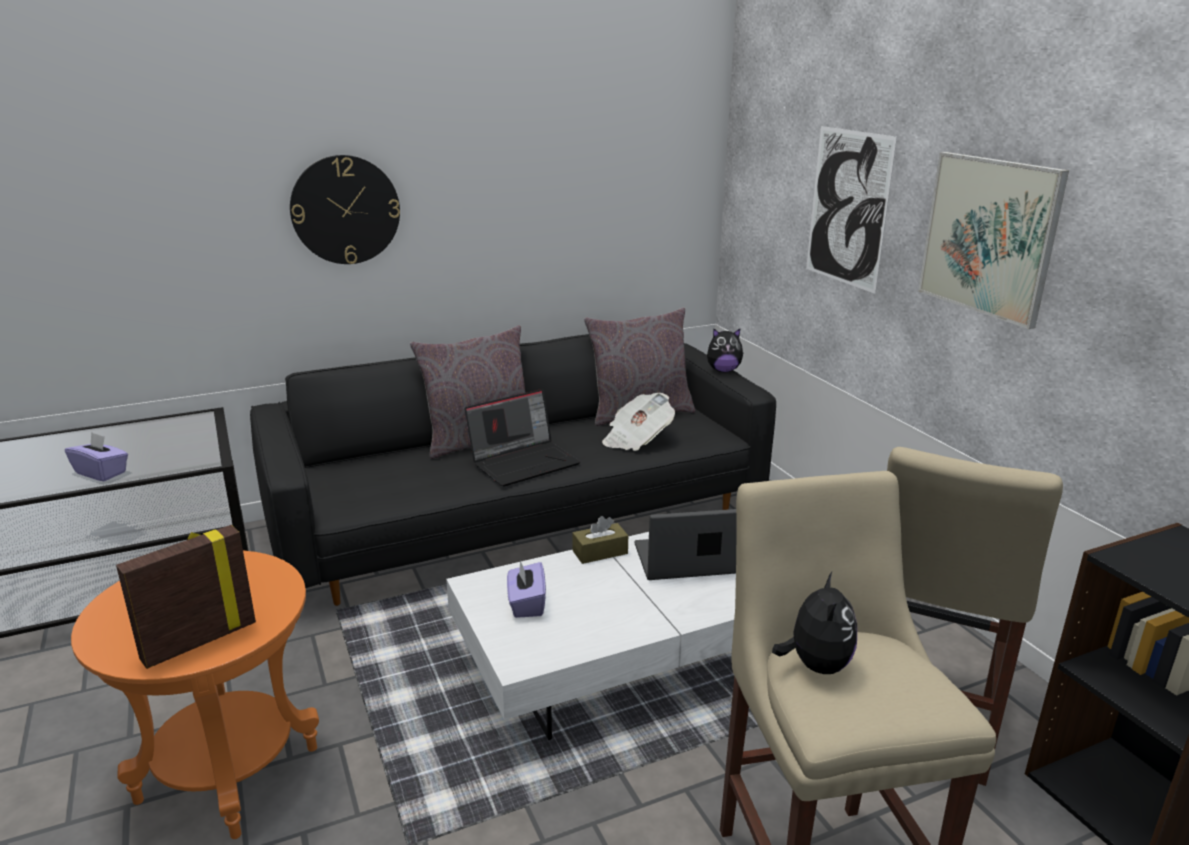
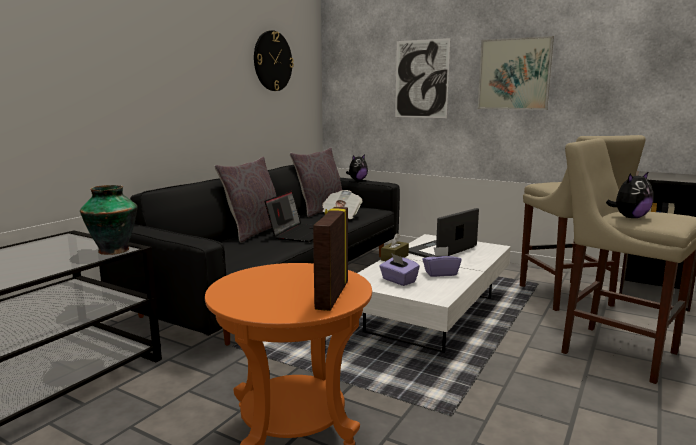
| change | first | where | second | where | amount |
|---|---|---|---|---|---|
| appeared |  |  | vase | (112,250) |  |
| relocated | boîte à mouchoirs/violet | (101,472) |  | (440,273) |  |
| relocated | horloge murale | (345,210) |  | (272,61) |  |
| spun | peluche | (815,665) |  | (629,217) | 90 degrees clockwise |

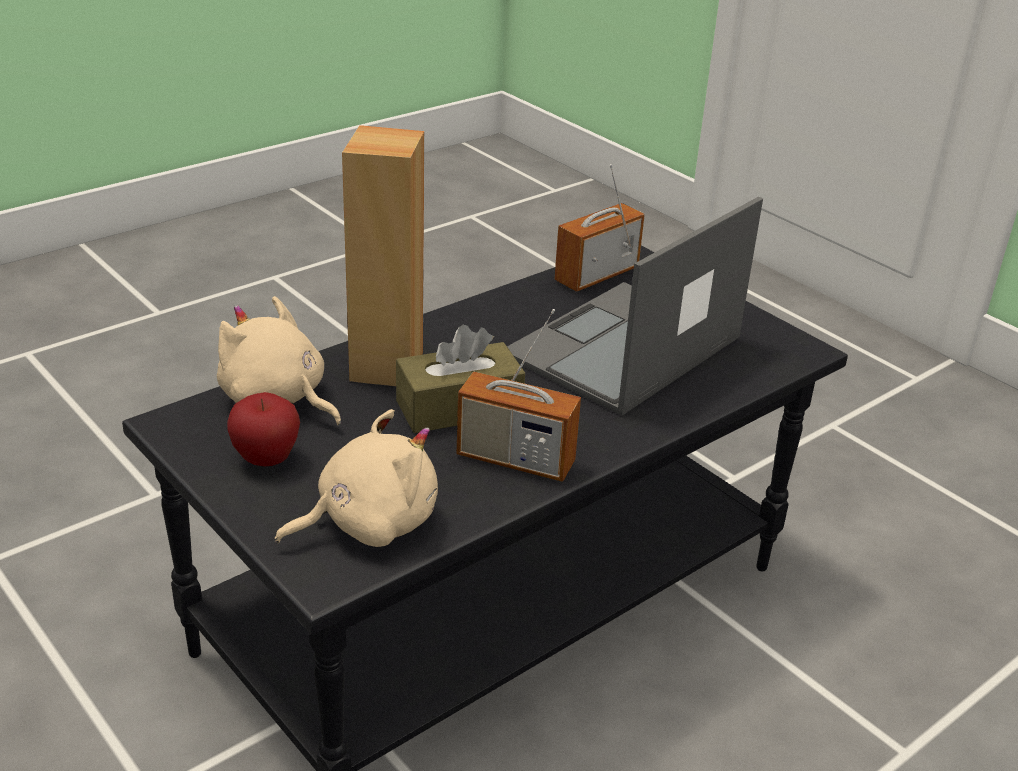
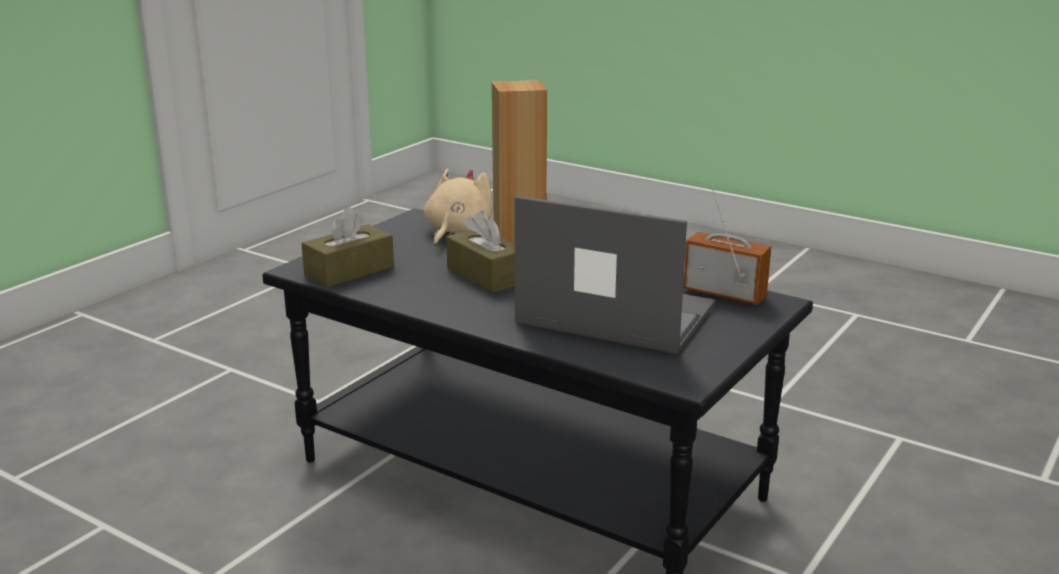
| change | first | where | second | where | amount |
|---|---|---|---|---|---|
| missing | pomme | (266,460) |  |  |  |
| missing | radio | (515,460) |  |  |  |
| exchanged | peluche/beige | (368,523) | boîte à mouchoirs/marron | (349,271) |  |

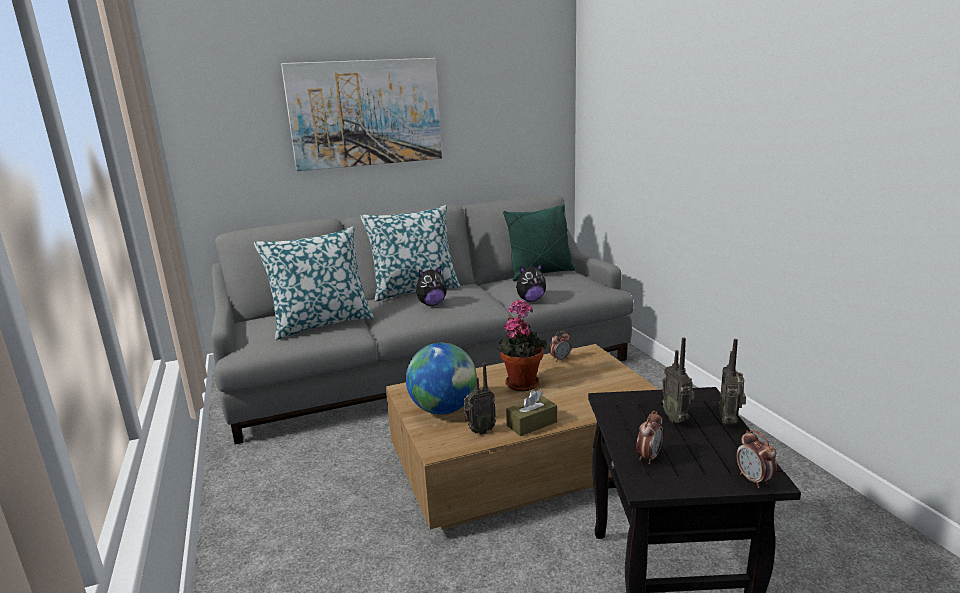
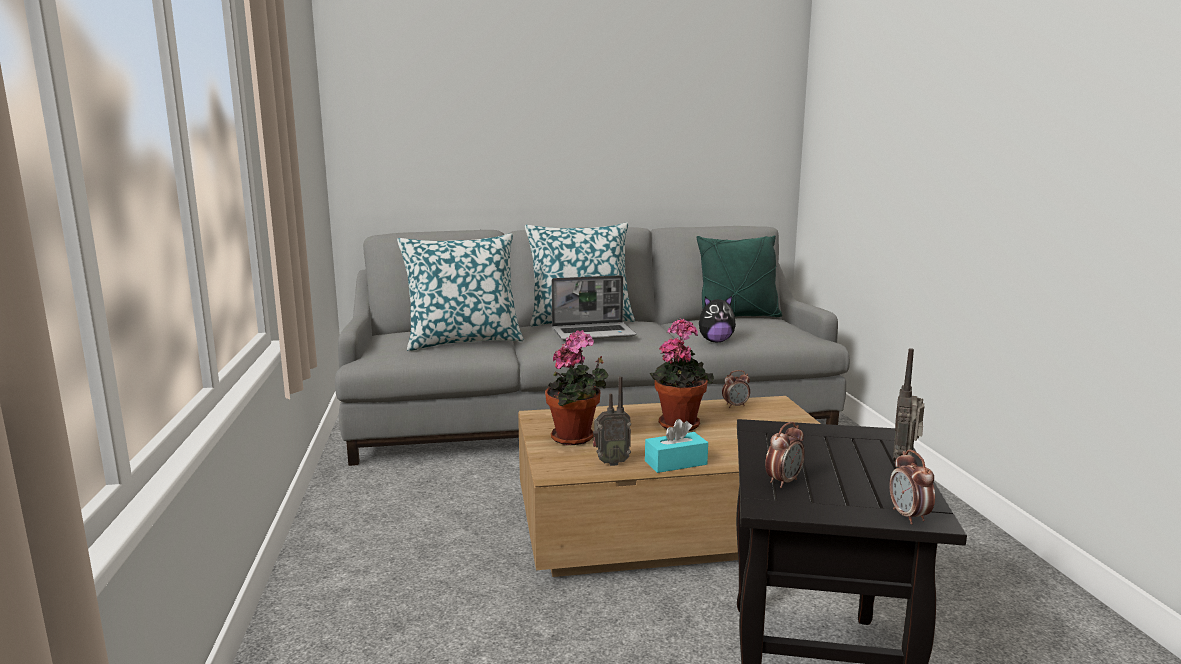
| change | first | where | second | where | amount |
|---|---|---|---|---|---|
| missing | tableau | (365,113) |  |  |  |
| missing | radio | (676,418) |  |  |  |
| exchanged | globe | (443,409) | plante en pot | (576,438) |  |
| exchanged | peluche | (431,304) | ordinateur portable | (594,333) |  |
| colour | boîte à mouchoirs/marron | (531,424) | boîte à mouchoirs/turquoise | (675,463) |  |

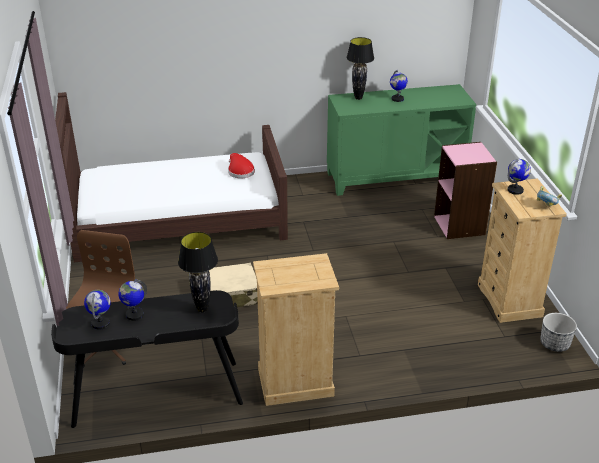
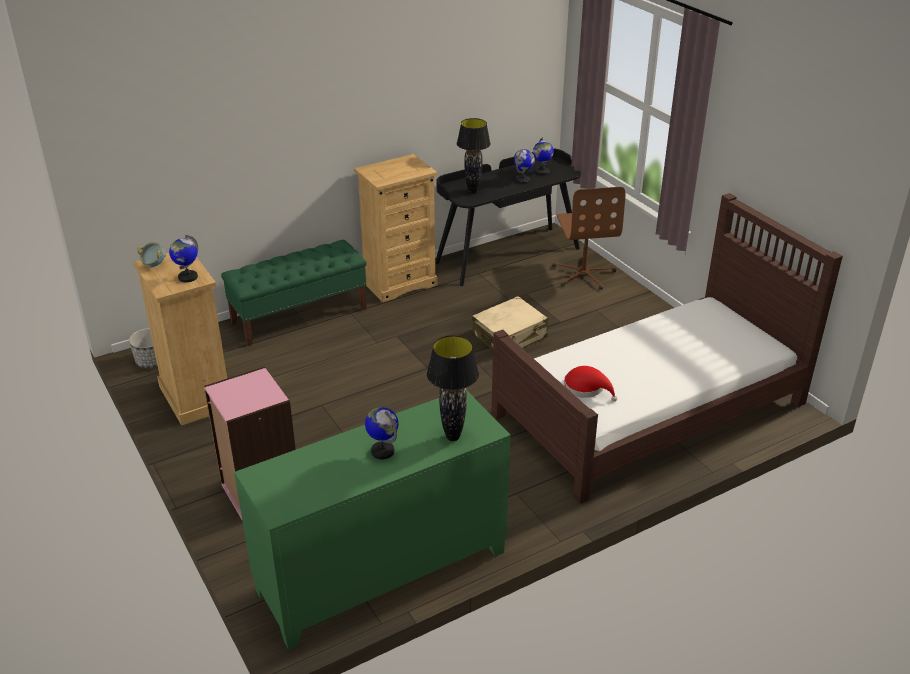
| change | first | where | second | where | amount |
|---|---|---|---|---|---|
| appeared |  |  | banc/vert | (299,316) |  |

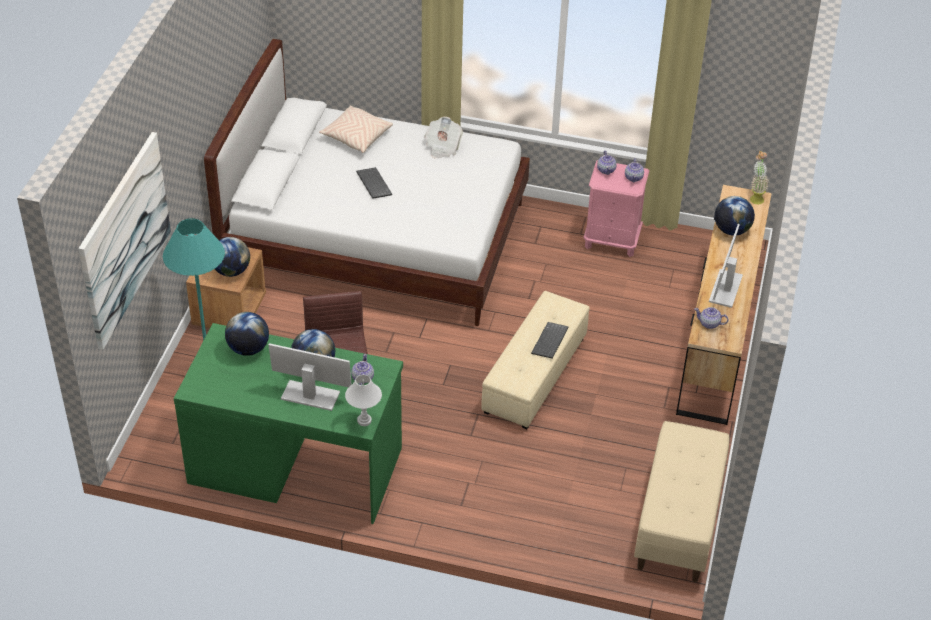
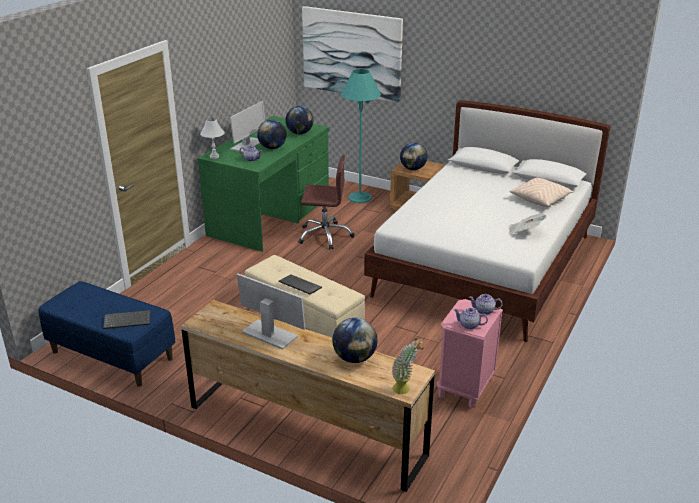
| change | first | where | second | where | amount |
|---|---|---|---|---|---|
| missing | théière | (709,324) |  |  |  |
| relocated | clavier | (373,184) |  | (128,320) |  |
| colour | banc/beige | (678,522) | banc/bleu | (111,355) |  |

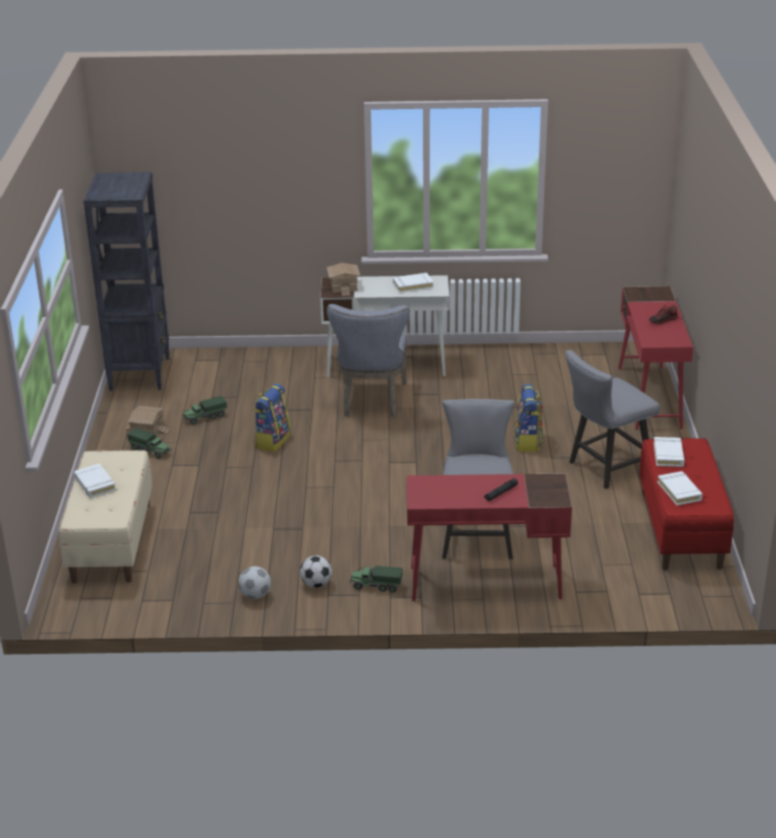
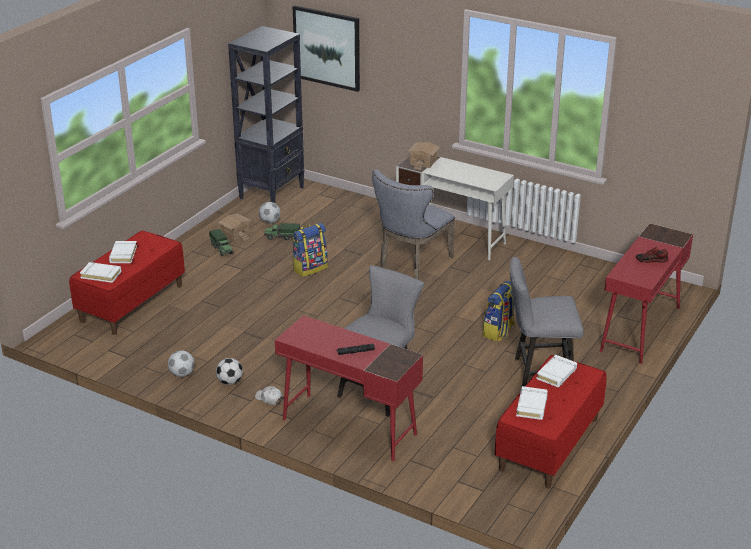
| change | first | where | second | where | amount |
|---|---|---|---|---|---|
| appeared |  |  | ballon de foot | (270,222) |  |
| appeared |  |  | tableau | (327,48) |  |
| relocated | livre/blanc | (412,285) |  | (101,274) |  |
| exchanged | camion jouet | (376,586) | casquette/blanc | (269,398) |  |
| colour | banc/beige | (111,542) | banc/rouge | (131,303) |  |

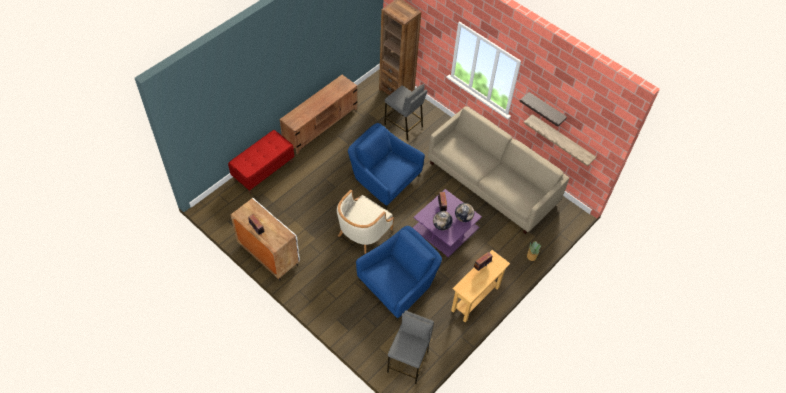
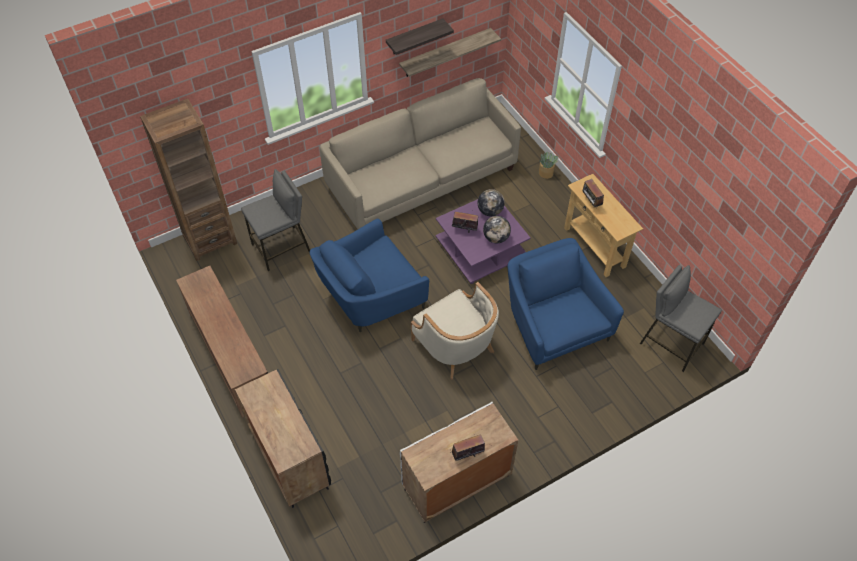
| change | first | where | second | where | amount |
|---|---|---|---|---|---|
| exchanged | banc/rouge | (263,170) | meuble de rangement/noir | (289,458) |  |

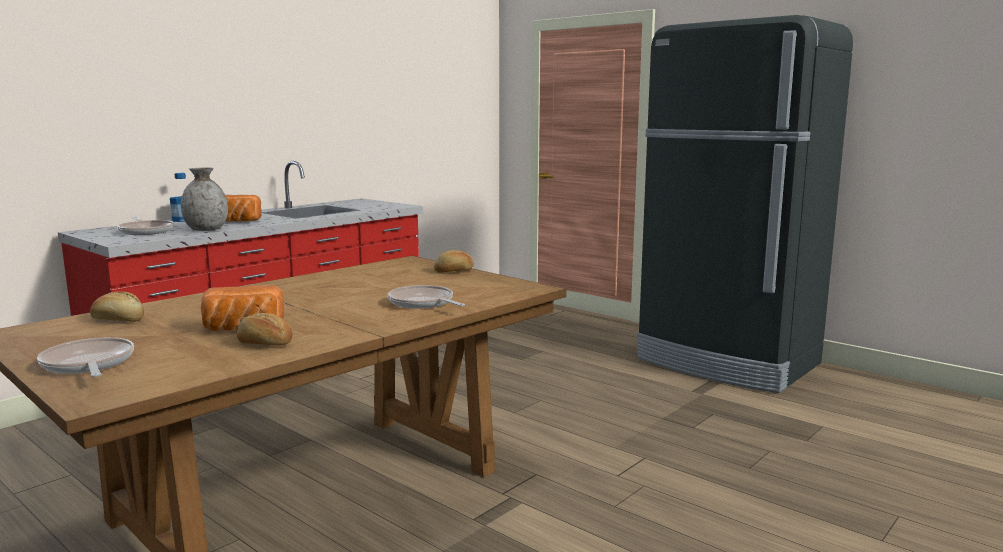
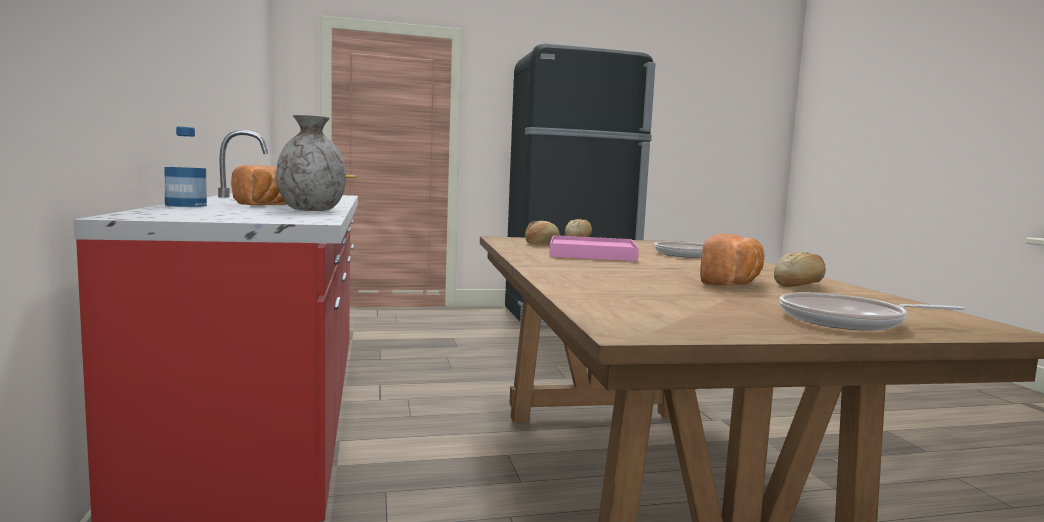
| change | first | where | second | where | amount |
|---|---|---|---|---|---|
| missing | poêle | (146,231) |  |  |  |
| appeared |  |  | plateau/rose | (591,253) |  |
| relocated | pain | (118,320) |  | (541,244) |  |

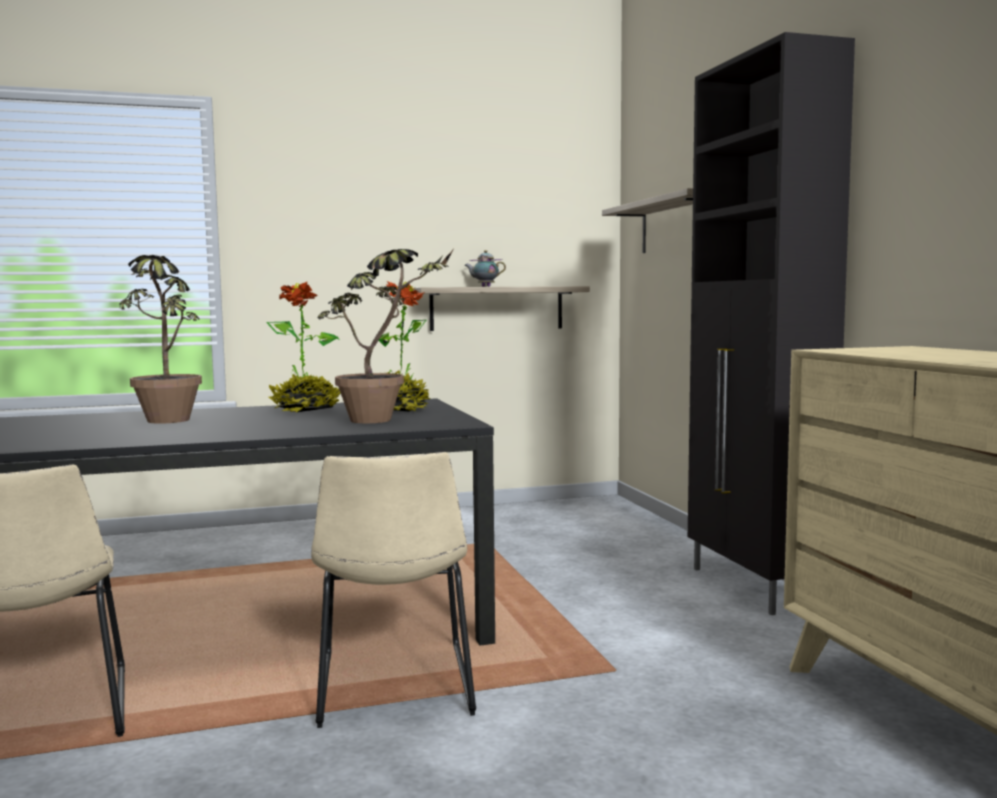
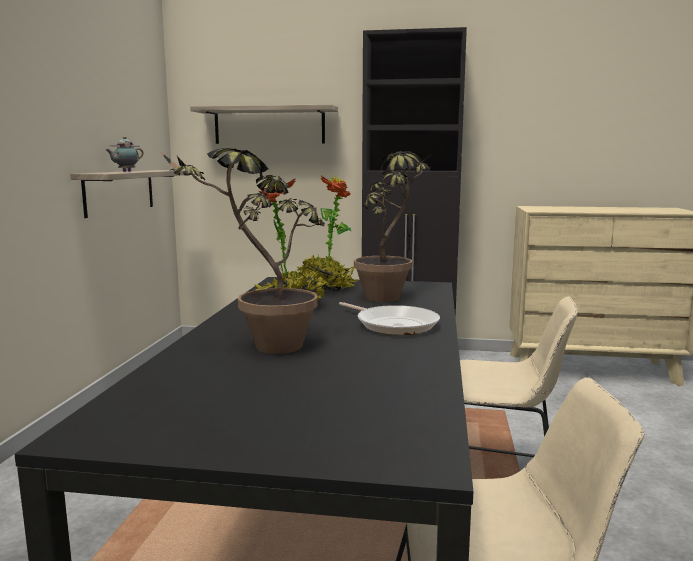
| change | first | where | second | where | amount |
|---|---|---|---|---|---|
| appeared |  |  | poêle | (394,325) |  |

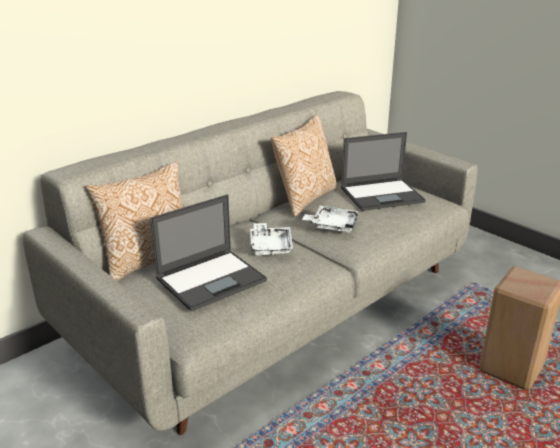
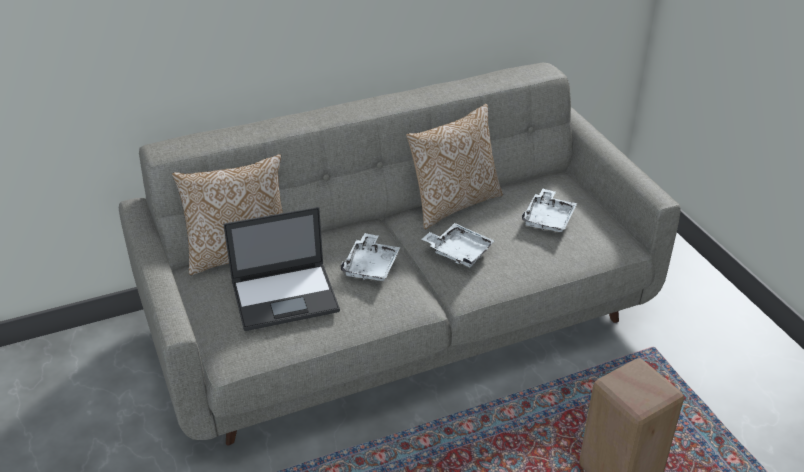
| change | first | where | second | where | amount |
|---|---|---|---|---|---|
| exchanged | ordinateur portable | (382,195) | plateau/blanc | (548,219) |  |

